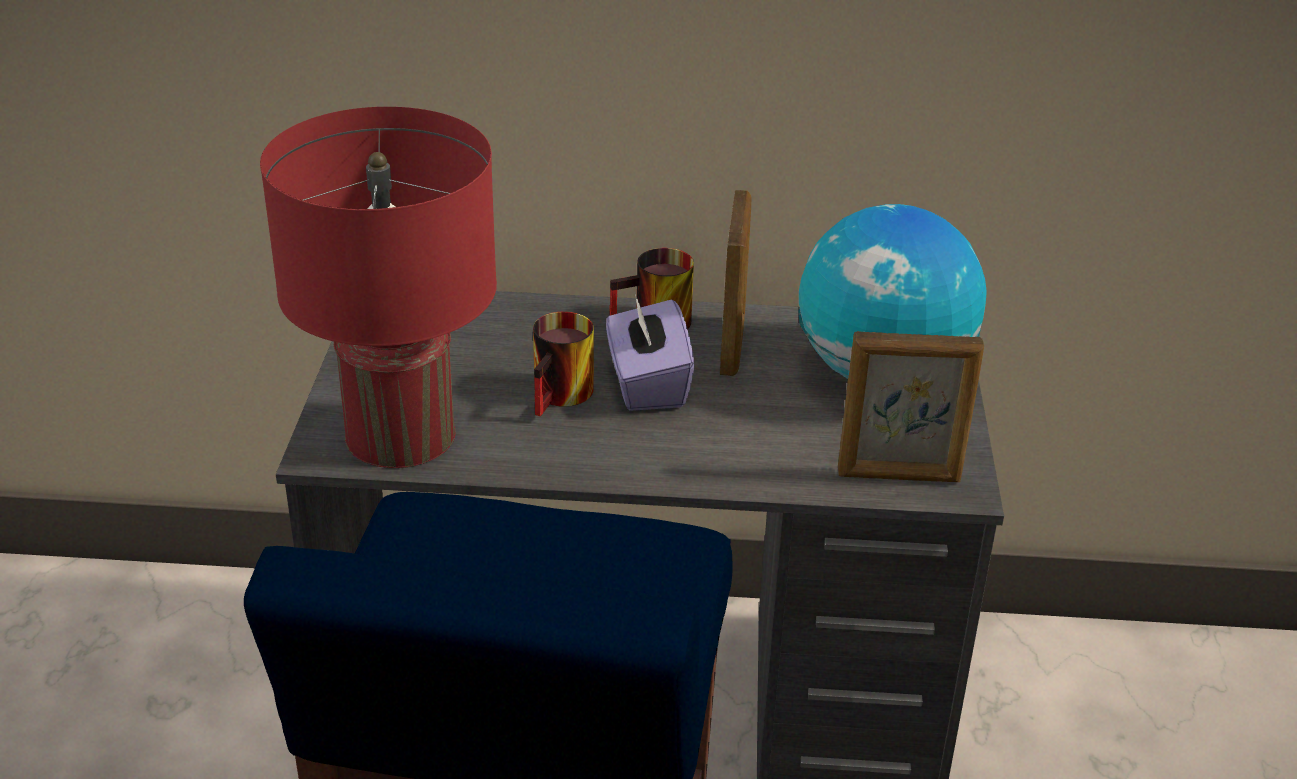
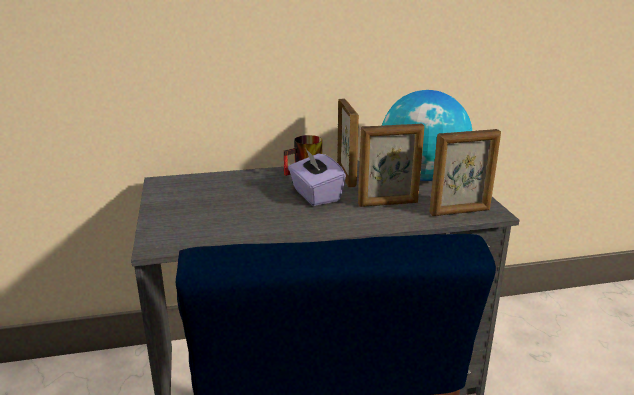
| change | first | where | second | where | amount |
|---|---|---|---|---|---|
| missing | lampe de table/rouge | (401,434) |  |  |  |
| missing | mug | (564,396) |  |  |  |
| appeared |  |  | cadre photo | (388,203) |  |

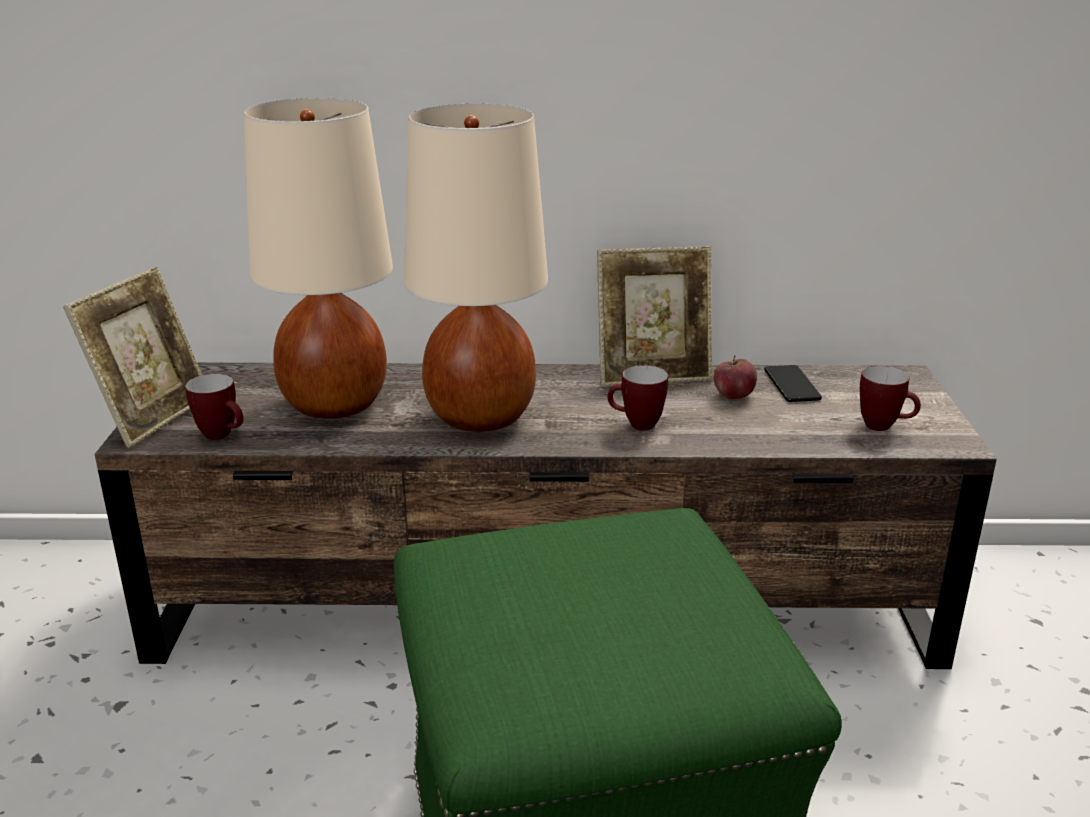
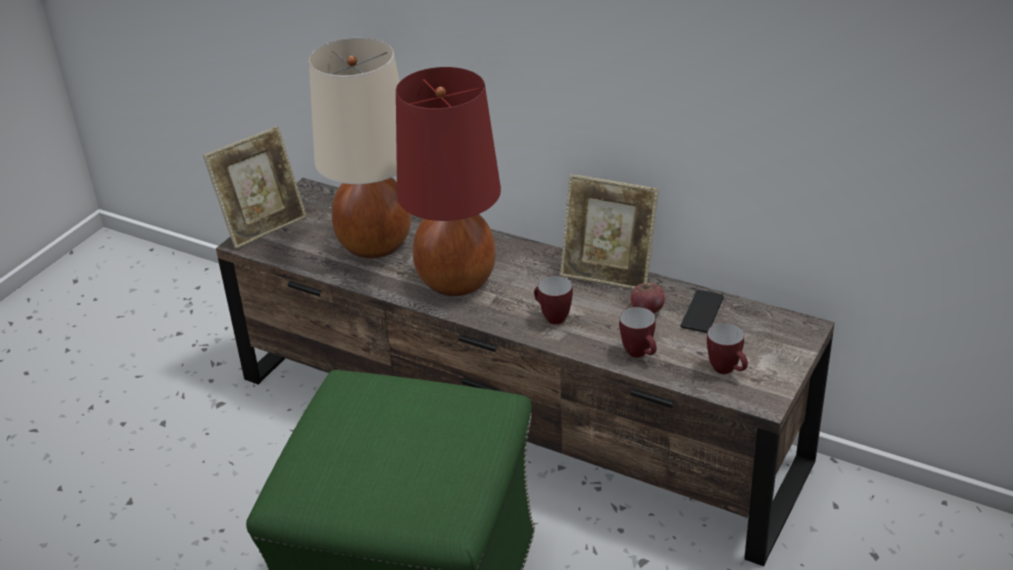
| change | first | where | second | where | amount |
|---|---|---|---|---|---|
| relocated | mug | (223,436) |  | (640,354) |  |
| colour | lampe de table/beige | (479,416) | lampe de table/rouge | (456,280) |  |

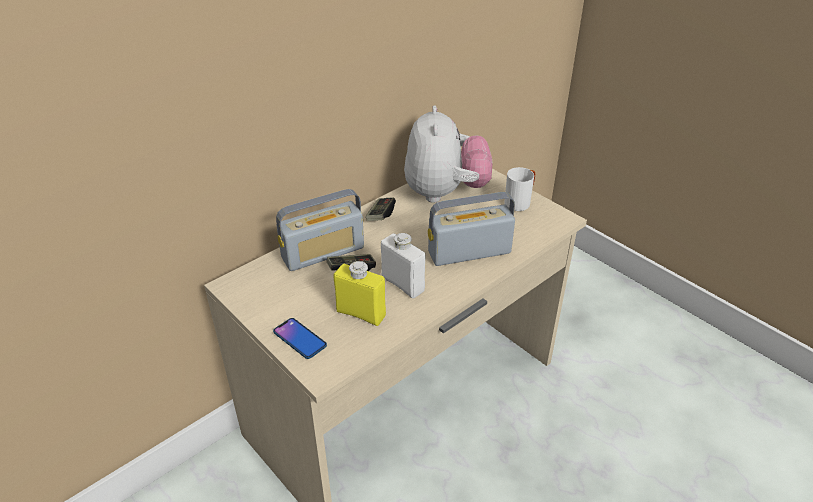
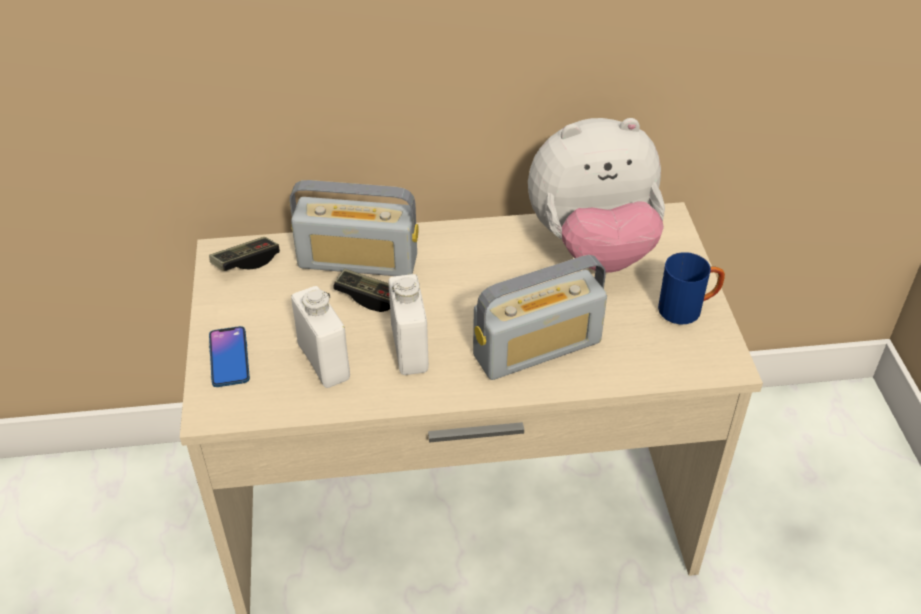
| change | first | where | second | where | amount |
|---|---|---|---|---|---|
| relocated | manette | (380,215) |  | (246,262) |  |
| colour | bouteille/jaune | (361,313) | bouteille/blanc | (324,362) |  |
| colour | mug/blanc | (520,202) | mug/bleu | (687,309) |  |
| spun | peluche | (445,193) |  | (593,248) | 45 degrees clockwise |
| spun | radio | (469,252) |  | (537,348) | 135 degrees clockwise |

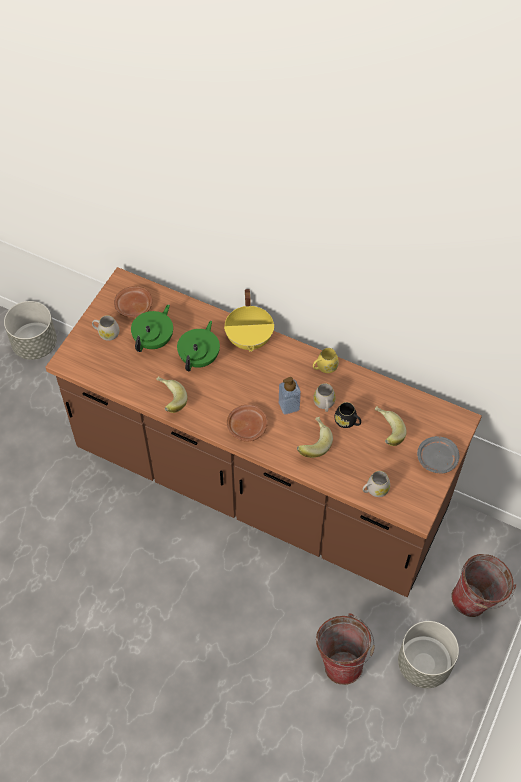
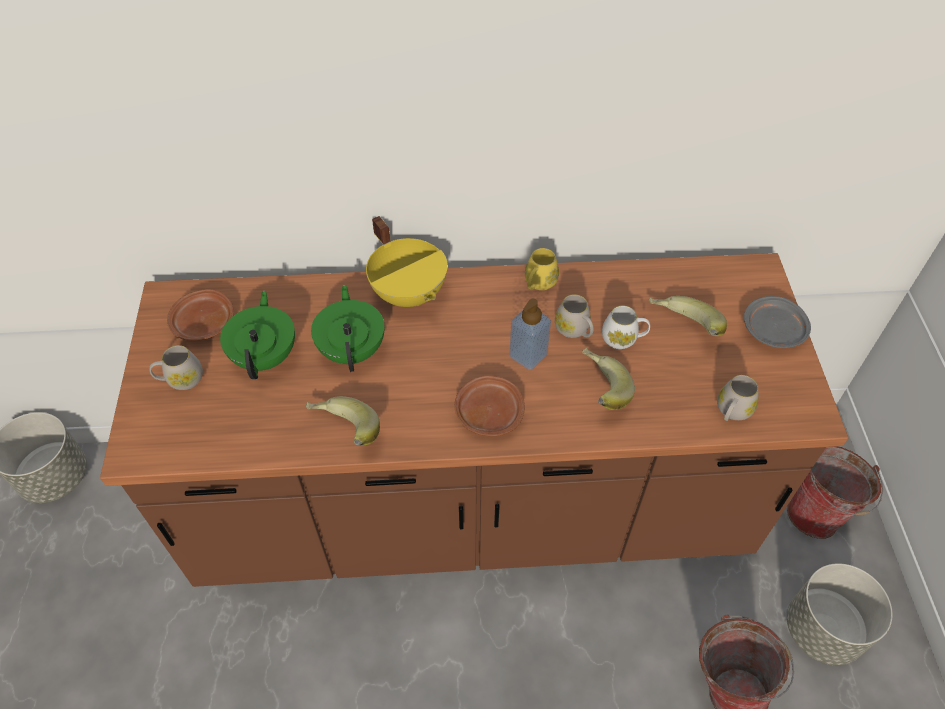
| change | first | where | second | where | amount |
|---|---|---|---|---|---|
| colour | mug/noir | (347,422) | mug/blanc | (623,339) |  |

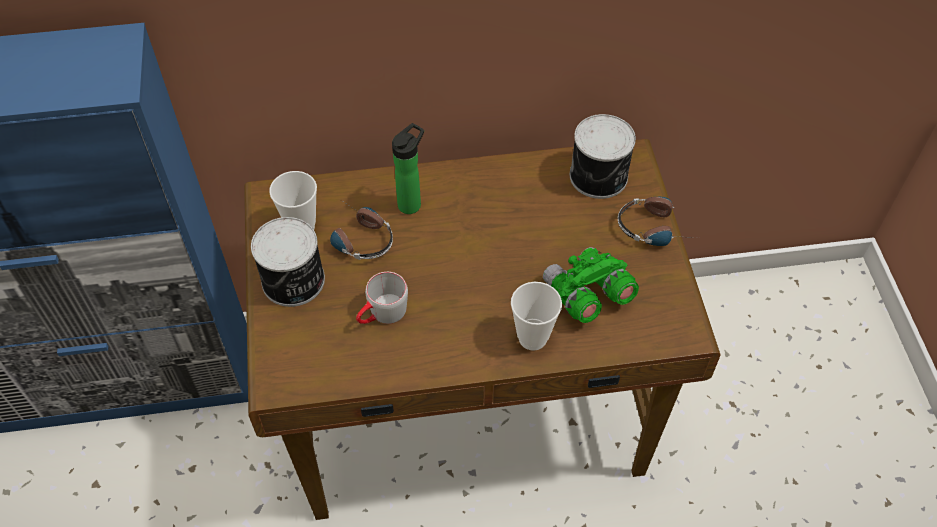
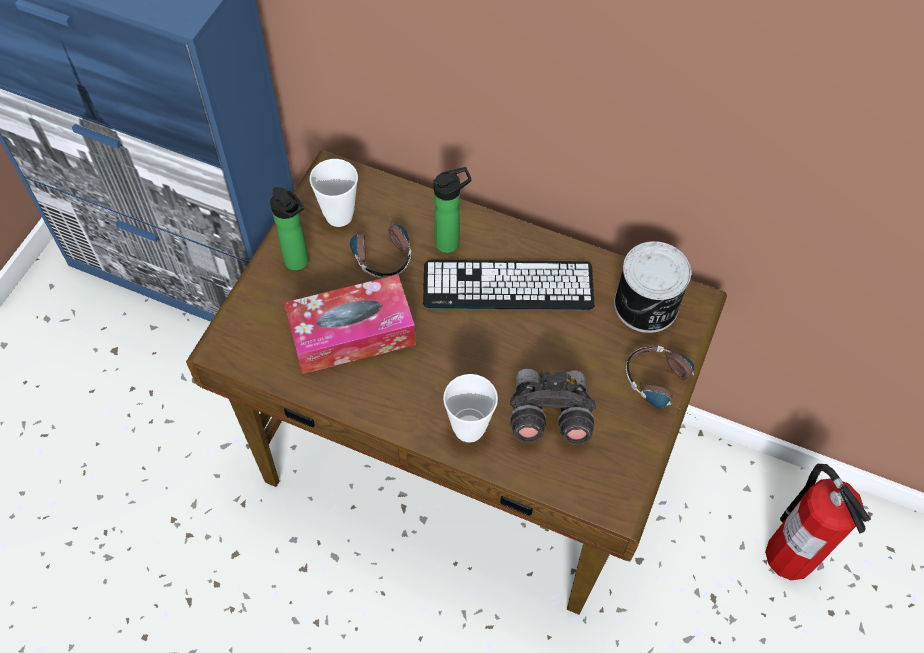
| change | first | where | second | where | amount |
|---|---|---|---|---|---|
| appeared |  |  | clavier | (508,286) |  |
| appeared |  |  | extincteur | (789,554) |  |
| exchanged | boîte métallique | (294,281) | bouteille | (299,263) |  |
| exchanged | mug/gris | (382,315) | boîte à mouchoirs | (352,334) |  |
| colour | jumelles/vert | (586,295) | jumelles/gris | (548,416) |  |

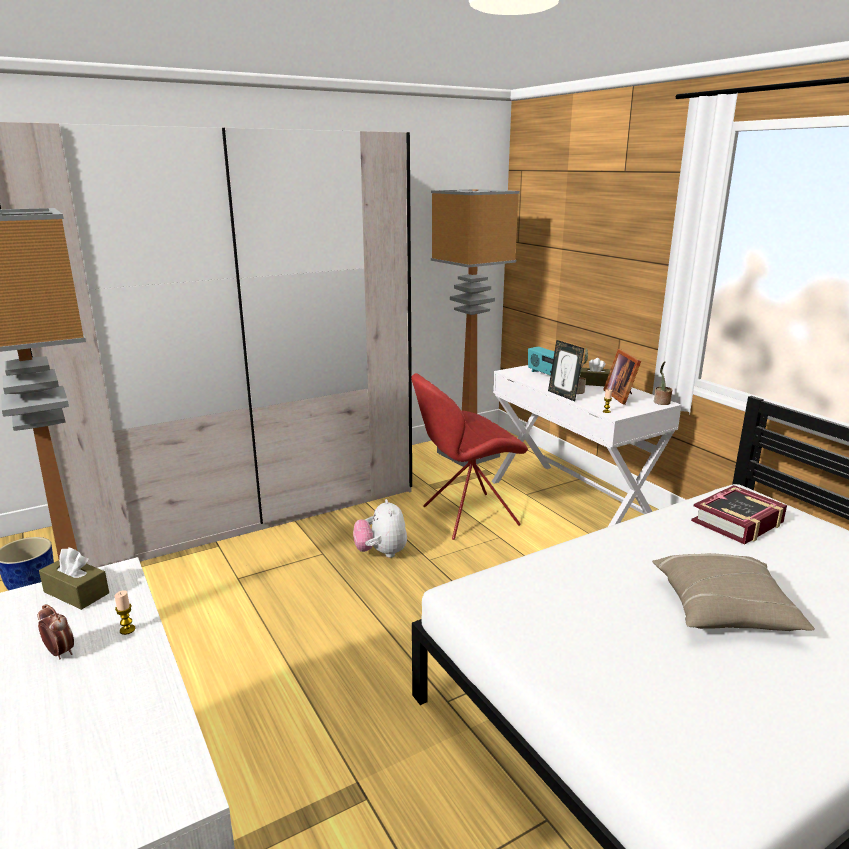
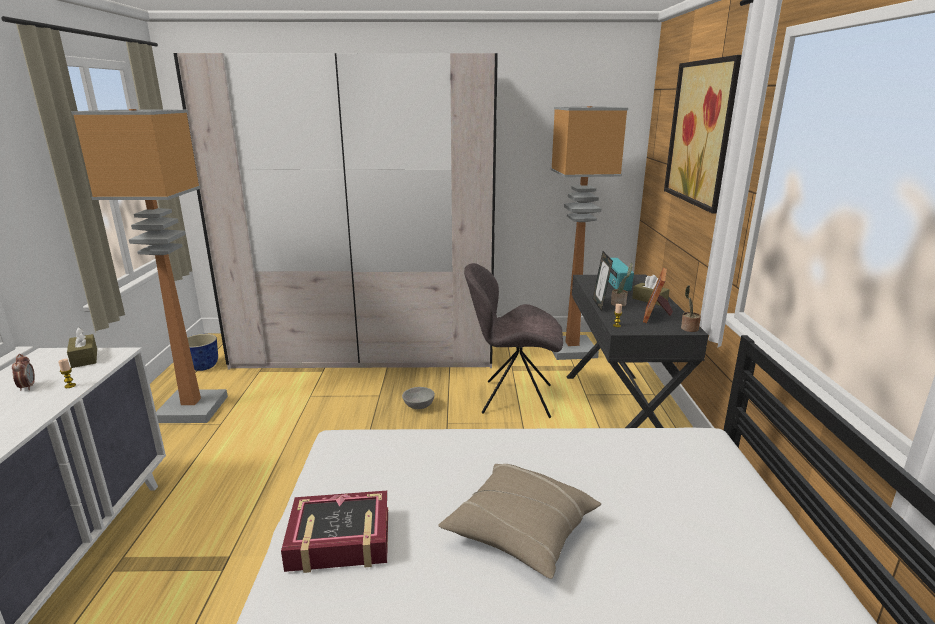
| change | first | where | second | where | amount |
|---|---|---|---|---|---|
| appeared |  |  | tableau | (701,133) |  |
| relocated | livre | (738,522) |  | (339,540) |  |
| exchanged | peluche | (381,553) | bol/gris | (418,407) |  |
| colour | chaise/rouge | (466,516) | chaise/gris | (513,398) |  |
| colour | bureau/blanc | (571,503) | bureau/noir | (619,413) |  |

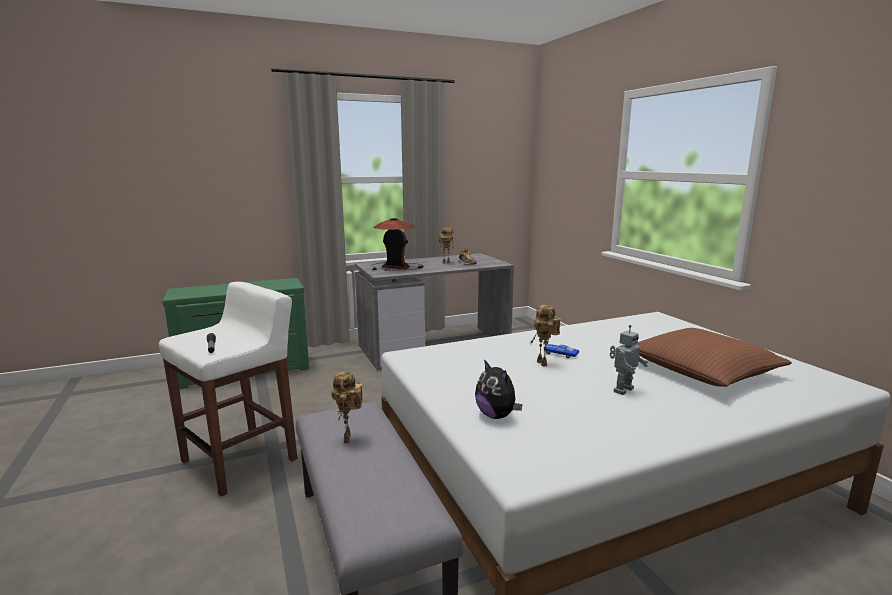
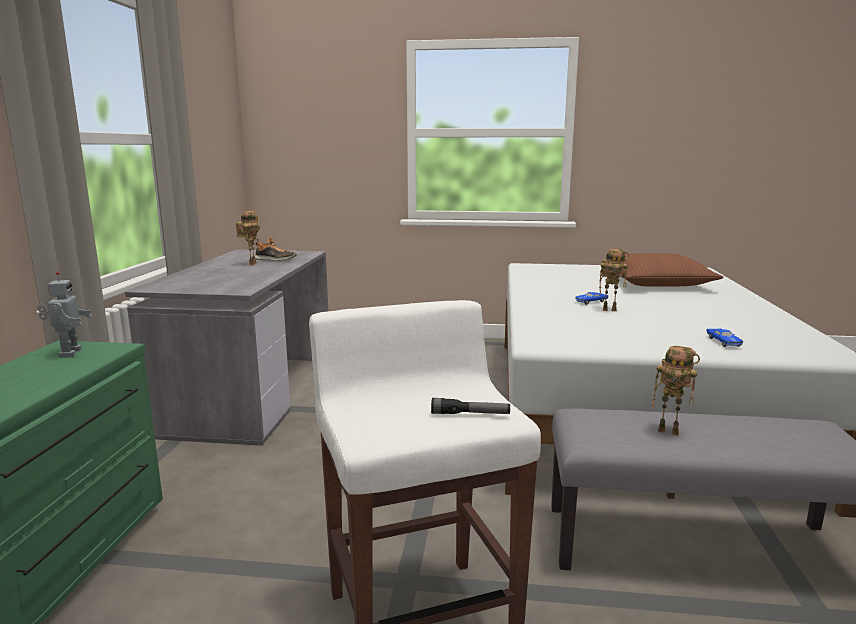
| change | first | where | second | where | amount |
|---|---|---|---|---|---|
| missing | lampe de table | (395,267) |  |  |  |
| relocated | robot jouet | (622,390) |  | (68,353) |  |
| exchanged | peluche | (496,415) | petite voiture/bleu | (723,342) |  |

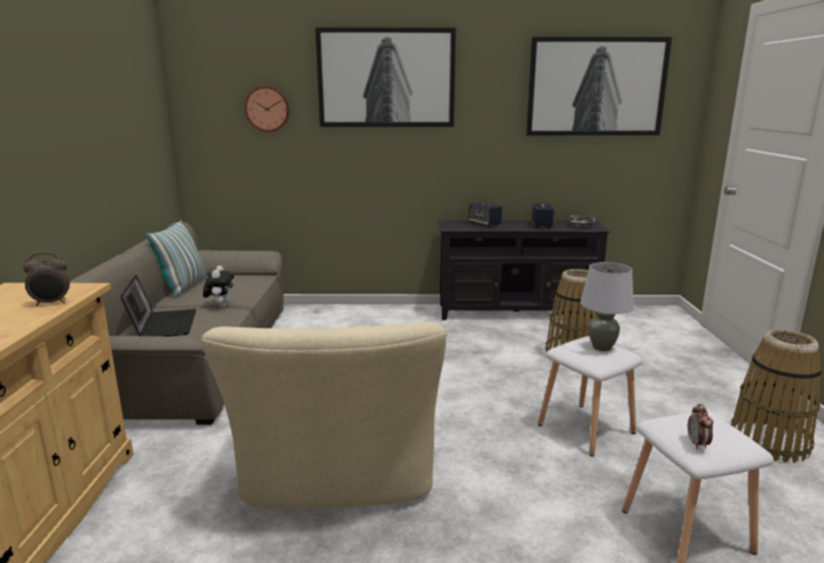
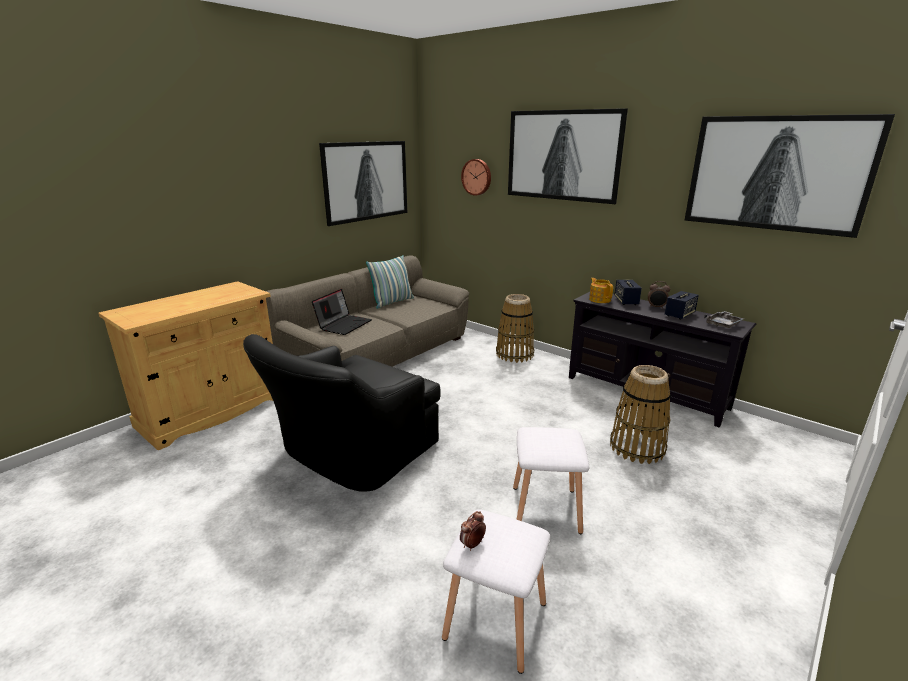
| change | first | where | second | where | amount |
|---|---|---|---|---|---|
| missing | peluche | (221,306) |  |  |  |
| missing | lampe de table/gris | (601,347) |  |  |  |
| appeared |  |  | tableau | (366,181) |  |
| appeared |  |  | théière | (599,299) |  |
| relocated | réveil | (52,303) |  | (656,307) |  |
| relocated | panier | (768,441) |  | (514,354) |  |
| colour | fauteuil/beige | (338,473) | fauteuil/noir | (351,454) |  |

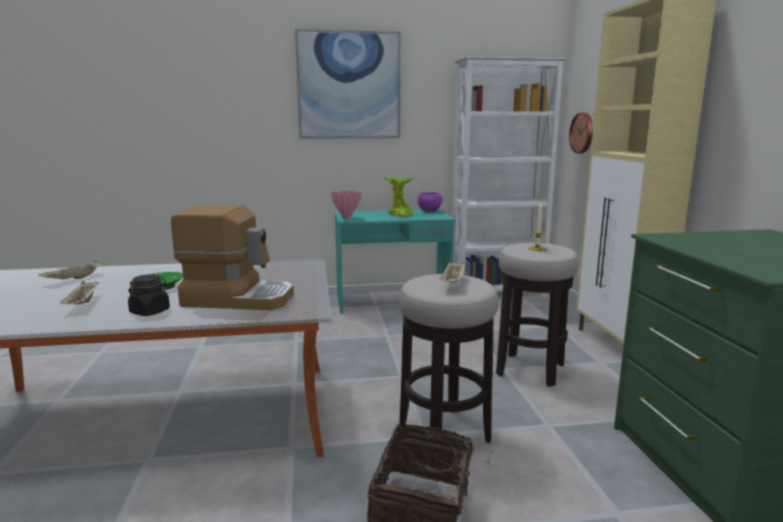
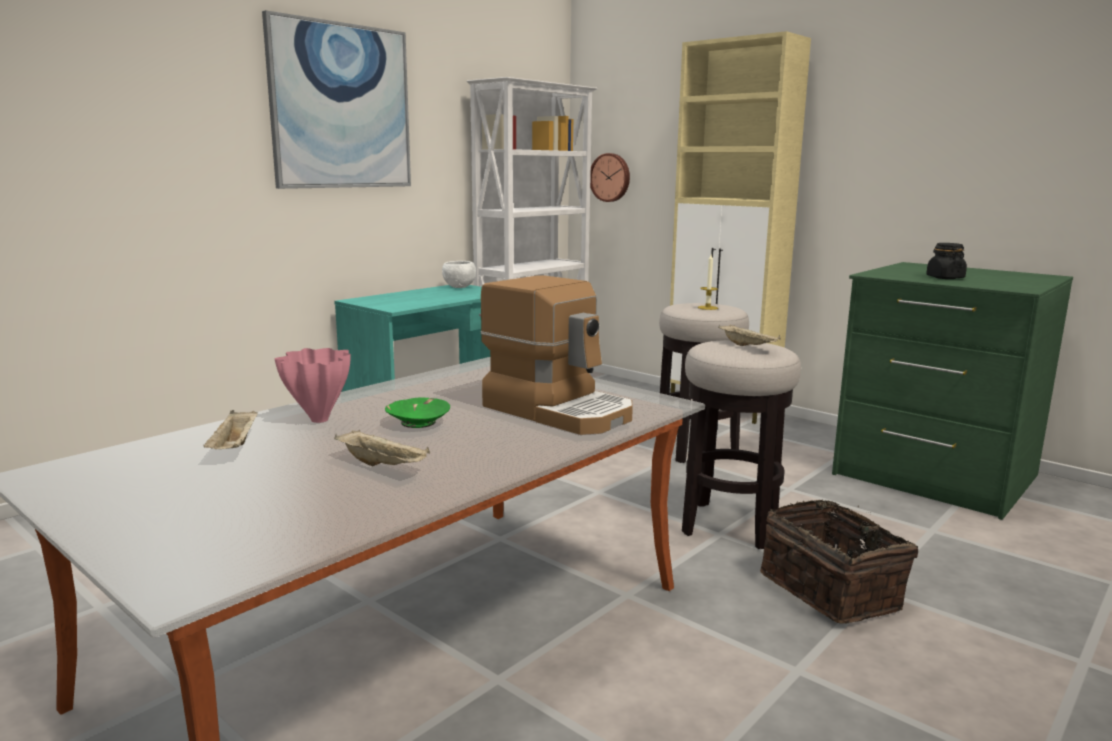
| change | first | where | second | where | amount |
|---|---|---|---|---|---|
| missing | plante en pot | (399,214) |  |  |  |
| relocated | bocal/noir | (150,311) |  | (945,278) |  |
| relocated | vase/rose | (346,218) |  | (319,419) |  |
| colour | bol/violet | (429,211) | bol/blanc | (459,287) |  |
| spun | machine à café | (239,298) |  | (559,410) | 75 degrees clockwise |

